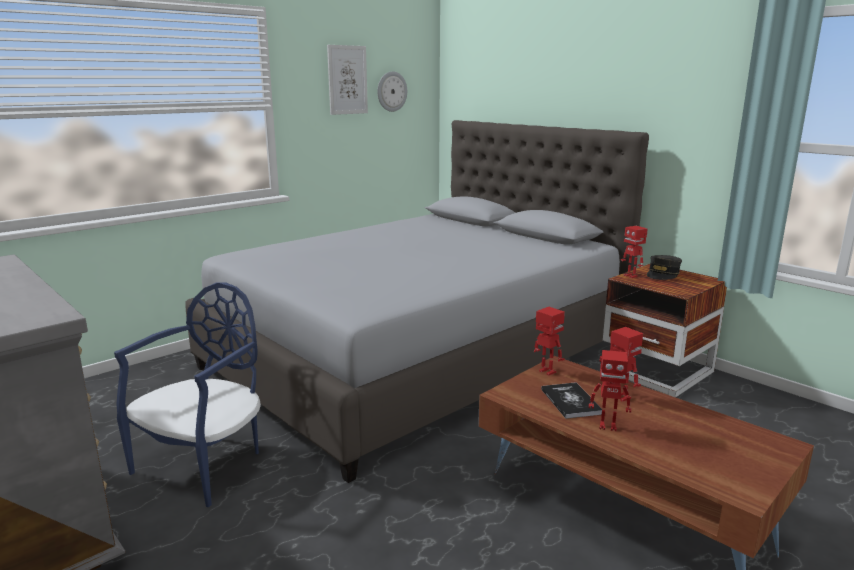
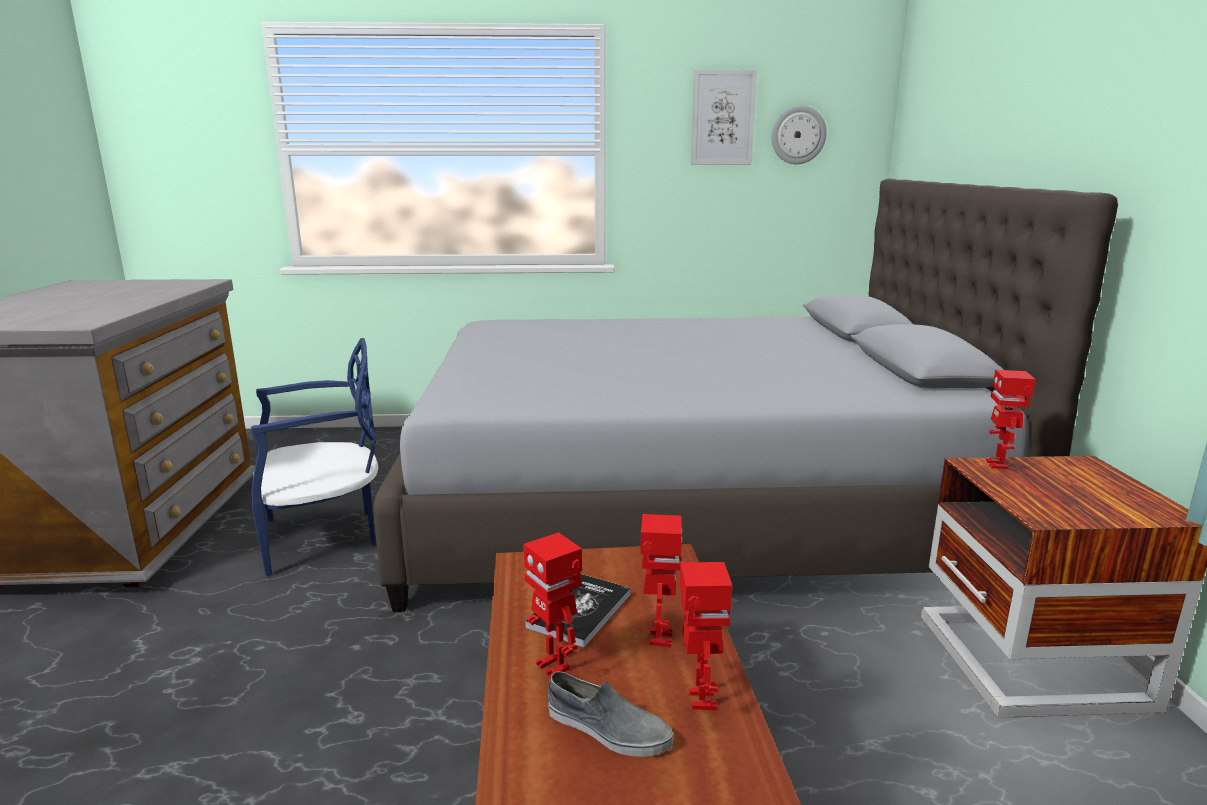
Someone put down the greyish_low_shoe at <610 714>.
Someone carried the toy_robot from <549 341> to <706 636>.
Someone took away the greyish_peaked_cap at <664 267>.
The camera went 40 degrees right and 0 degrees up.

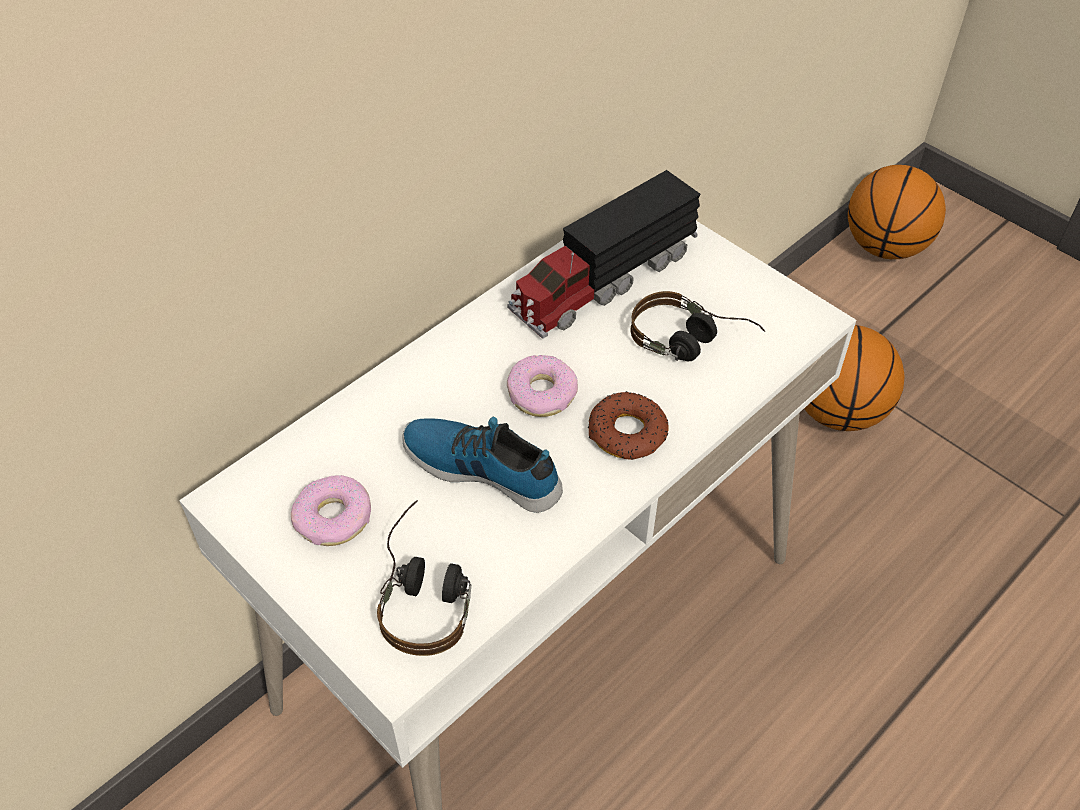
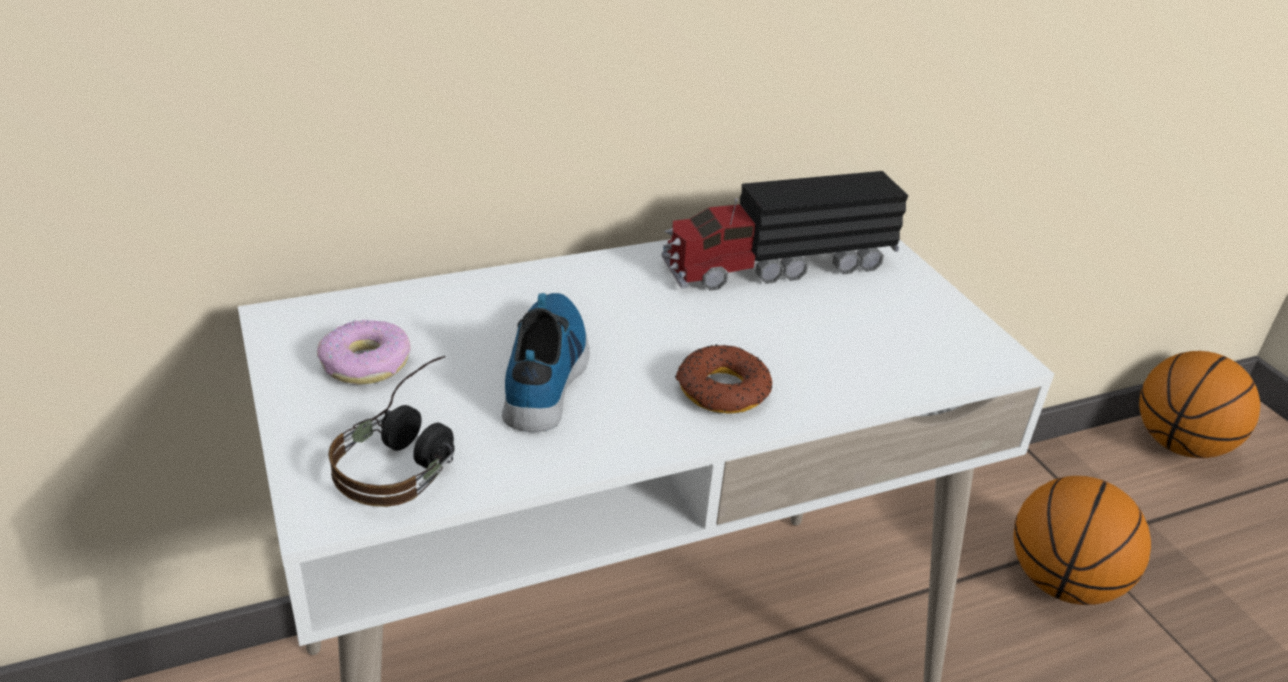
Someone rotated the low_shoe at <482 465> by 45 degrees clockwise.
Someone took away the ring_doughnut at <542 386>.
Someone took away the headphones at <698 326>.
The camera went 20 degrees right and 15 degrees down.

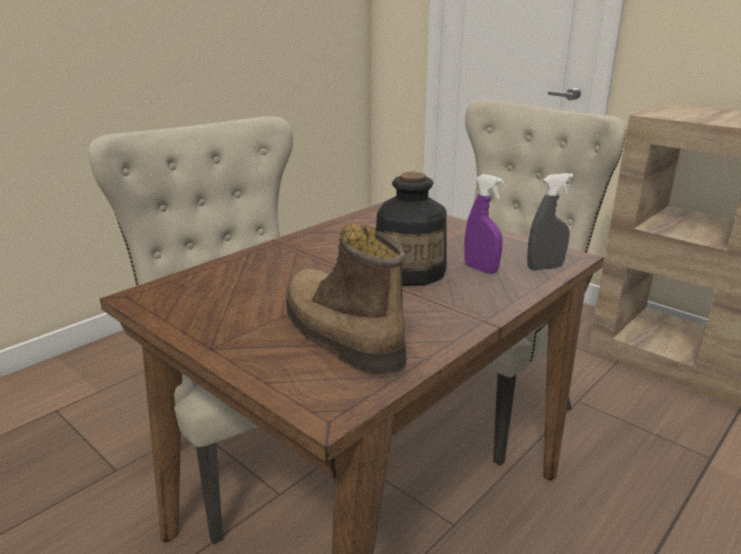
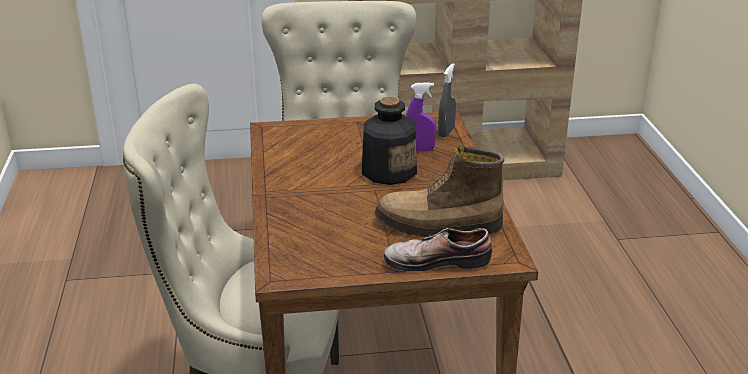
Someone put down the low_shoe at <438 249>.
The camera went 50 degrees left and 5 degrees up.

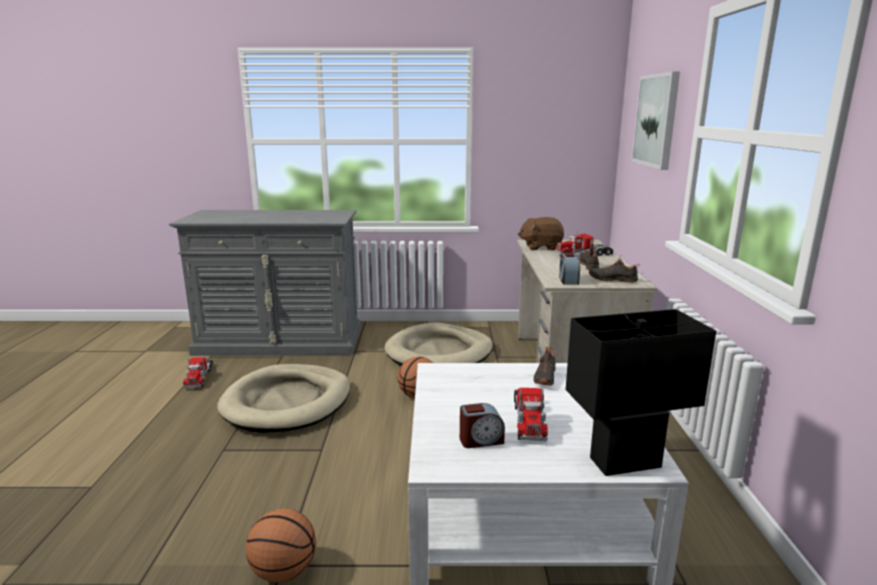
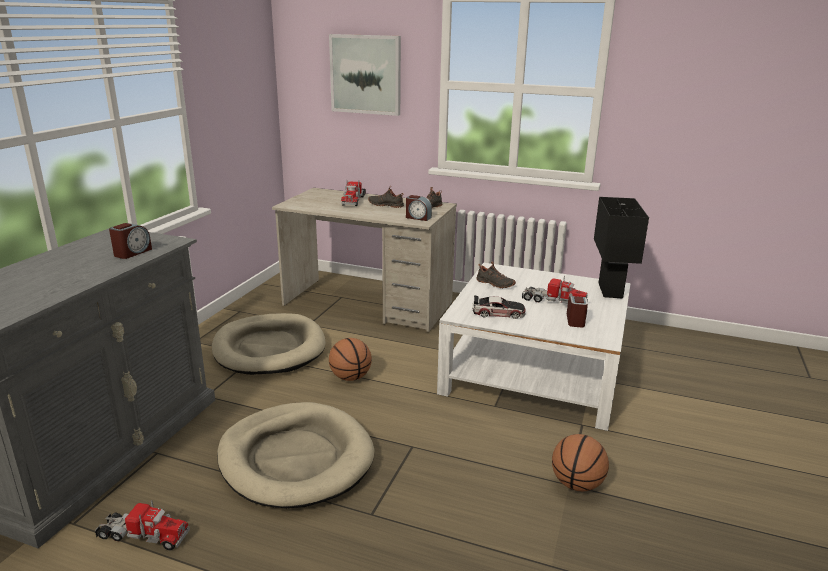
Someone put down the table_clock at <130 241>.
Someone put down the model_car at <499 307>.
Someone took away the brownish_soft_toy at <541 233>.
The camera went 70 degrees left and 5 degrees up.

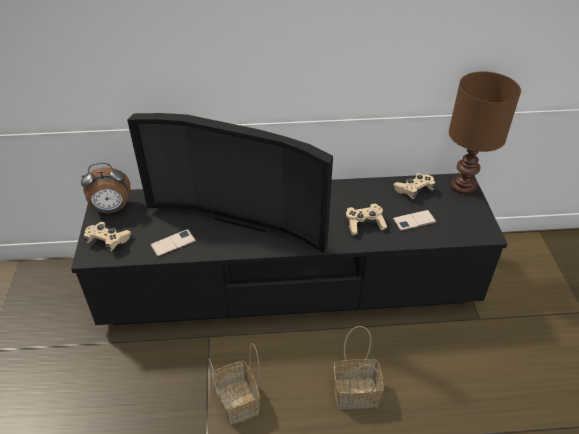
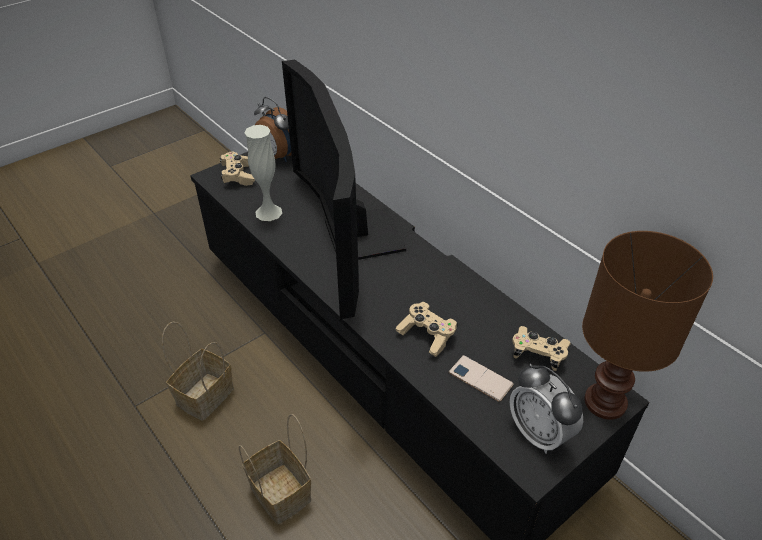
Someone swapped the phone at <173 243> for the white-coloured_flower_vase at <263 173>.
Someone put down the table_clock at <546 409>.
The camera went 55 degrees right and 0 degrees up.

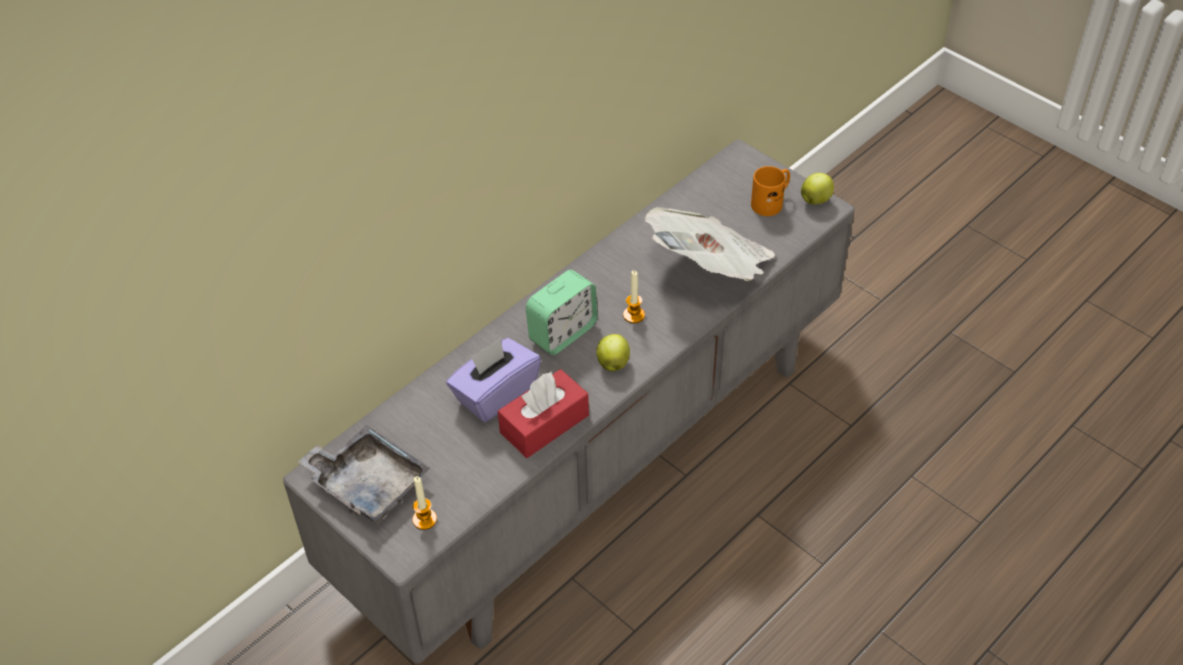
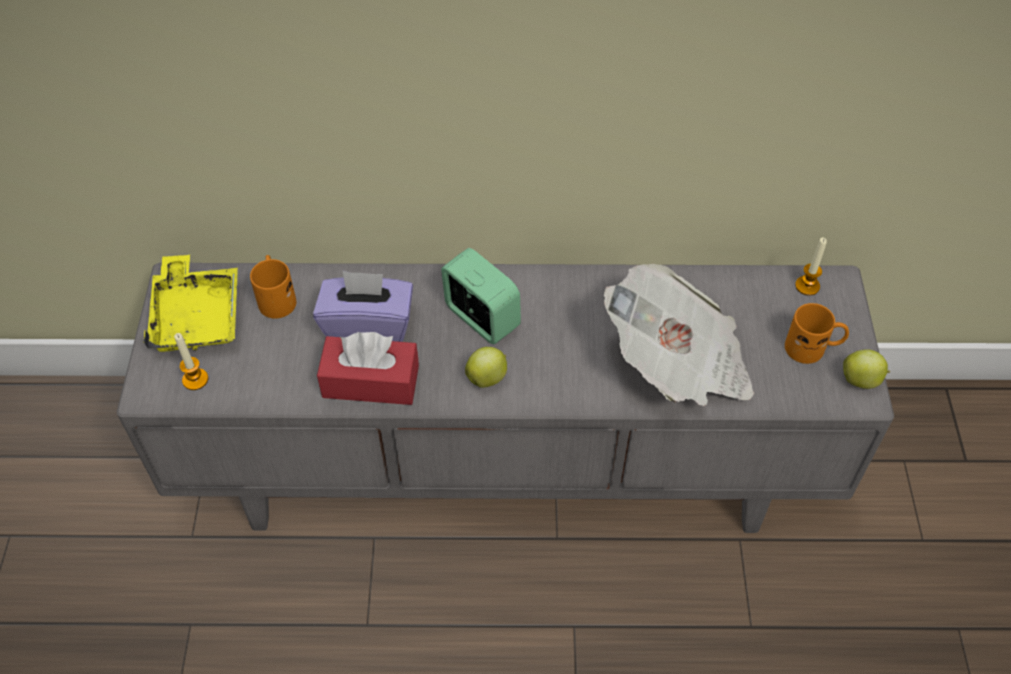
Someone repainted the greyish_tray at <364 474>, which became the yellow_tray at <190 303>.
Someone put down the orange-coloured_coffee_mug at <273 287>.
Someone rotated the table_clock at <562 312> by 135 degrees counterclockwise.
Someone carried the wax_candle from <634 296> to <811 267>.
The camera went 45 degrees right and 5 degrees up.

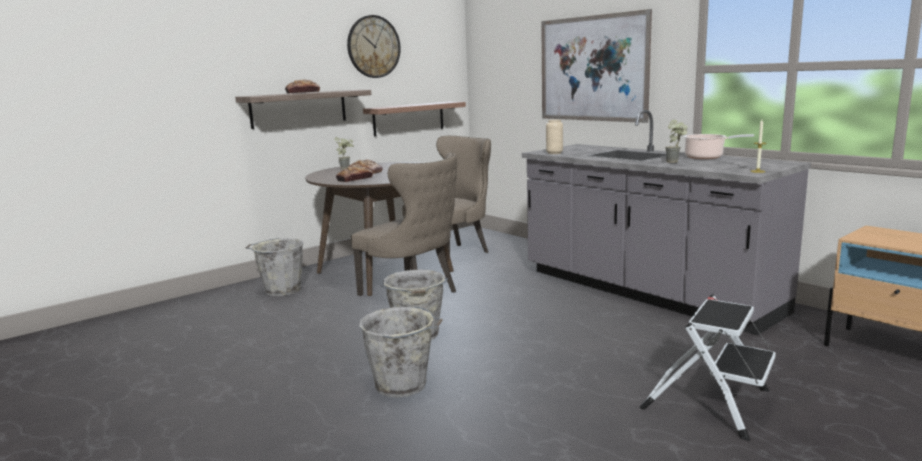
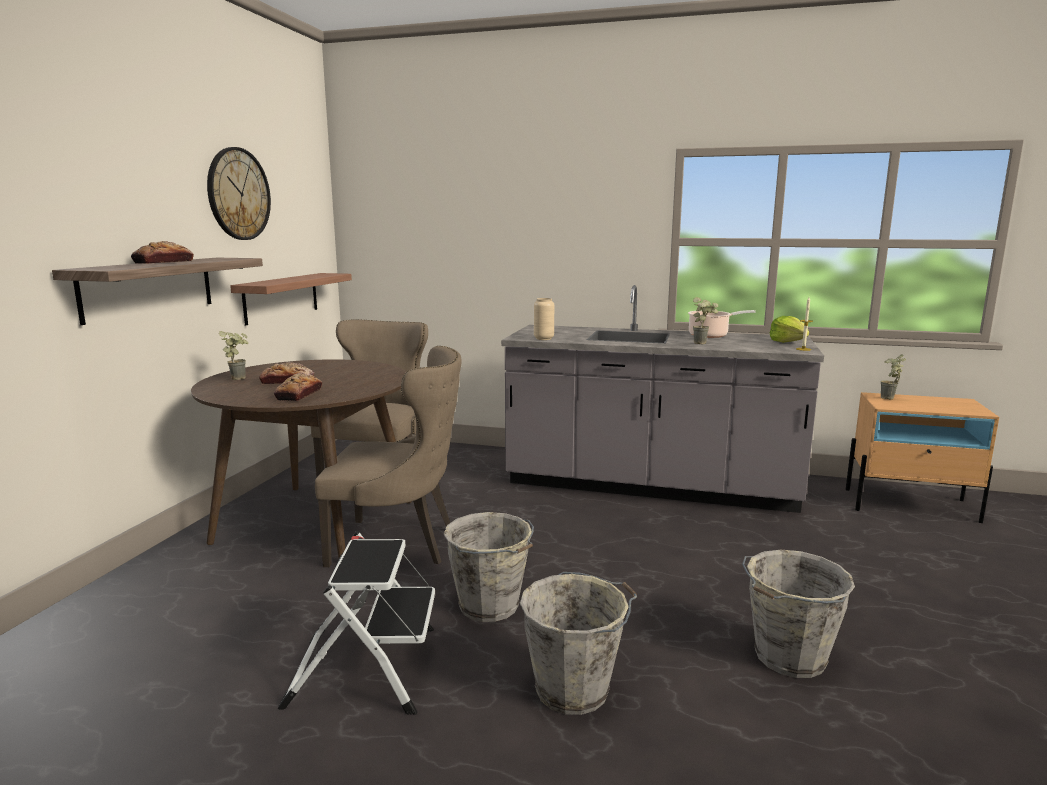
Someone carried the step_ladder from <707 367> to <356 623>.
Someone carried the greyish_water_bucket from <275 267> to <798 614>.
Someone put down the lettuce_head at <789 329>.
Someone put down the potted_plant at <893 377>.
Someone took away the wall_picture at <596 66>.
The camera went 35 degrees left and 0 degrees up.

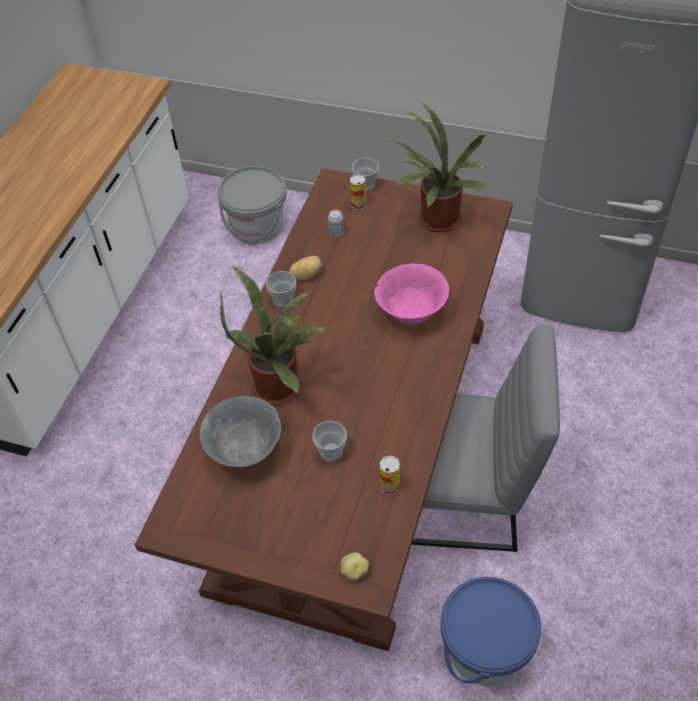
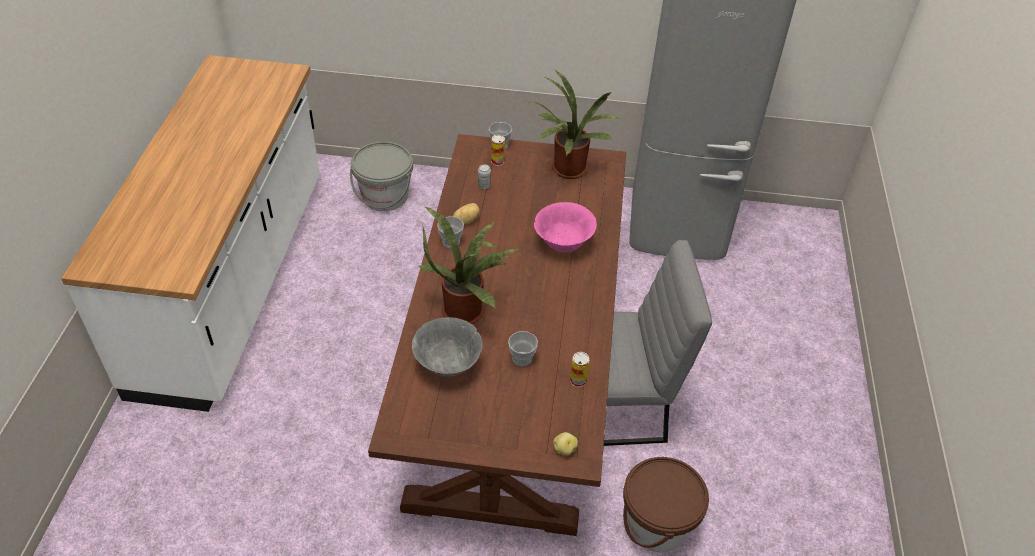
Someone repainted the blue_water_bucket at <490 631>, which became the brownish_water_bucket at <666 505>.
The camera went 15 degrees left and 5 degrees down.

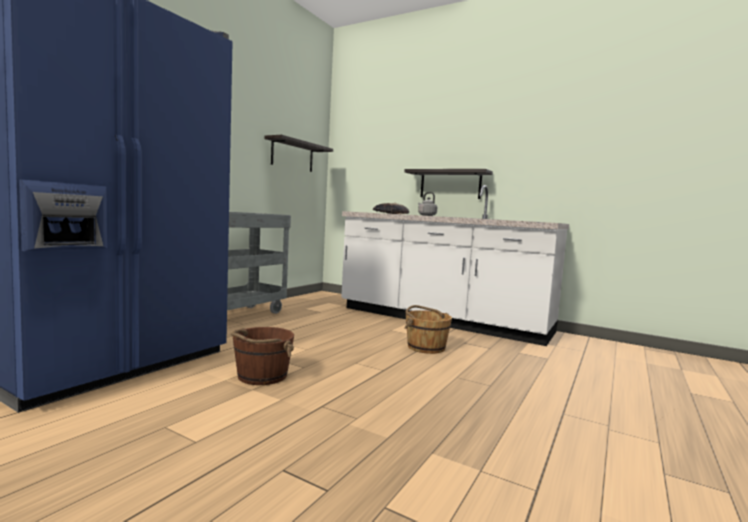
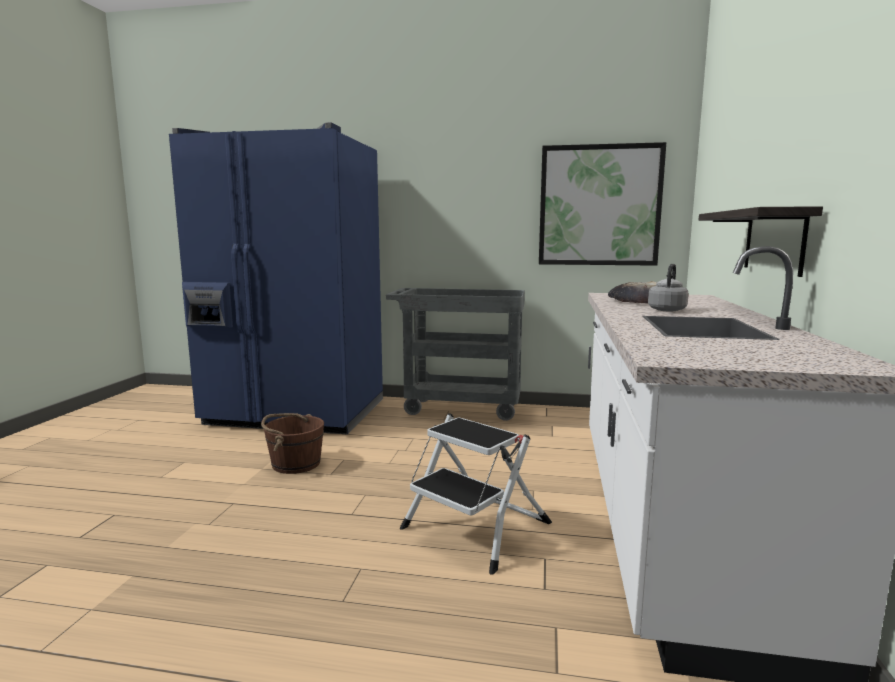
Someone swapped the brownish_water_bucket at <428 329> for the step_ladder at <476 494>.
Someone swapped the shelf at <298 153> for the wall_picture at <602 204>.
The camera went 70 degrees right and 5 degrees up.

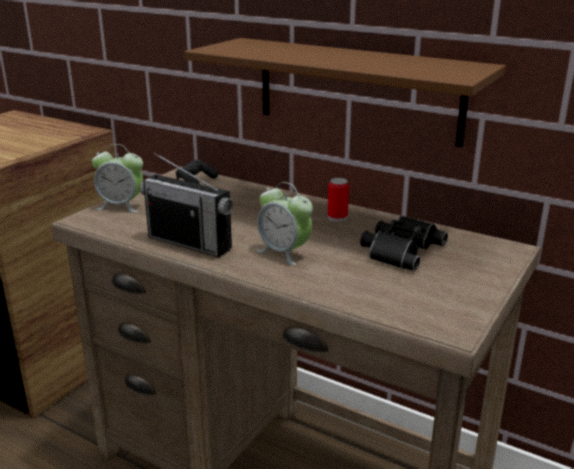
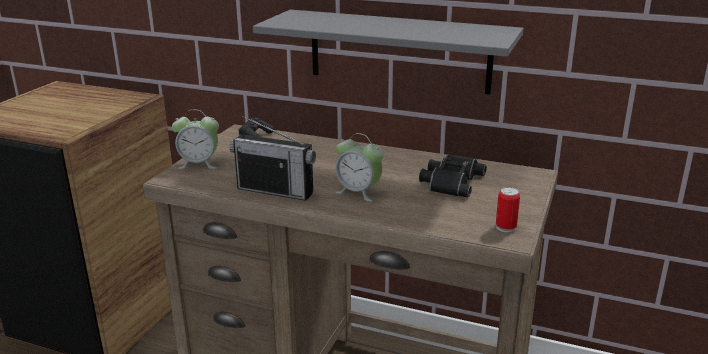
Someone repainted the brownish_shelf at <345 92>, which became the greyish_shelf at <388 52>.
Someone carried the sealed_can from <338 200> to <508 209>.
The camera went 10 degrees left and 0 degrees up.

